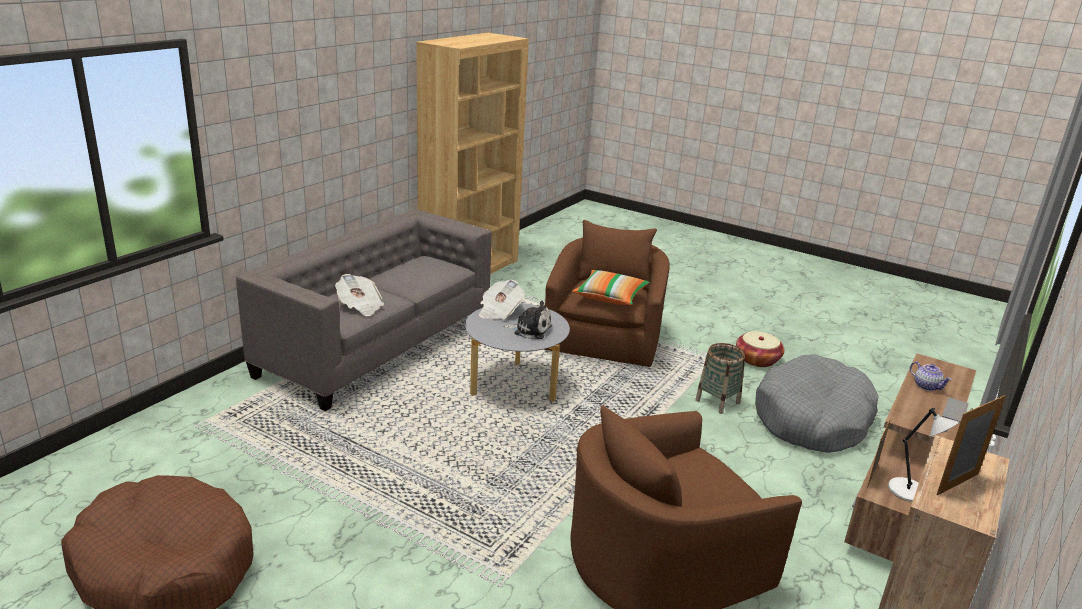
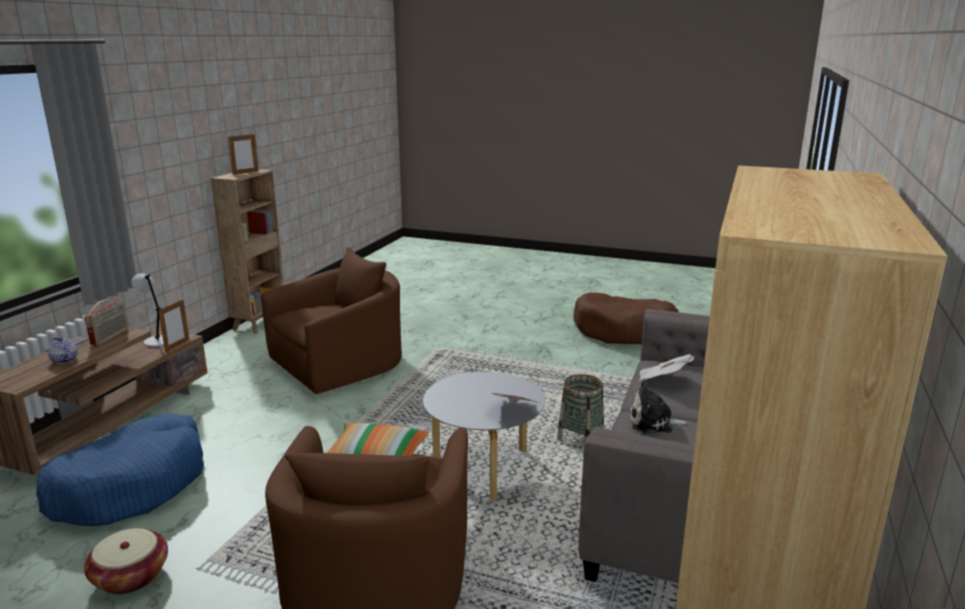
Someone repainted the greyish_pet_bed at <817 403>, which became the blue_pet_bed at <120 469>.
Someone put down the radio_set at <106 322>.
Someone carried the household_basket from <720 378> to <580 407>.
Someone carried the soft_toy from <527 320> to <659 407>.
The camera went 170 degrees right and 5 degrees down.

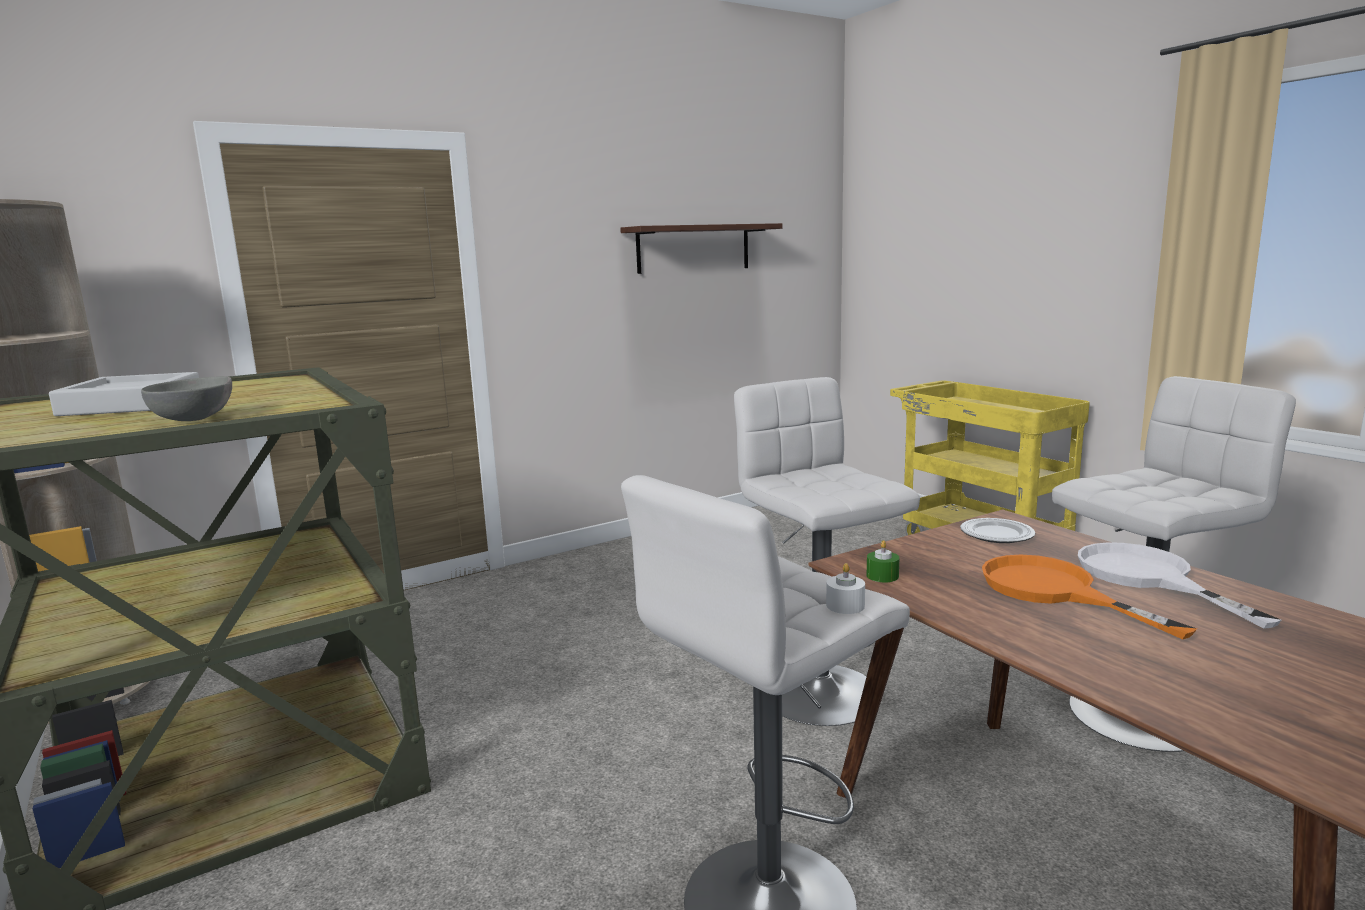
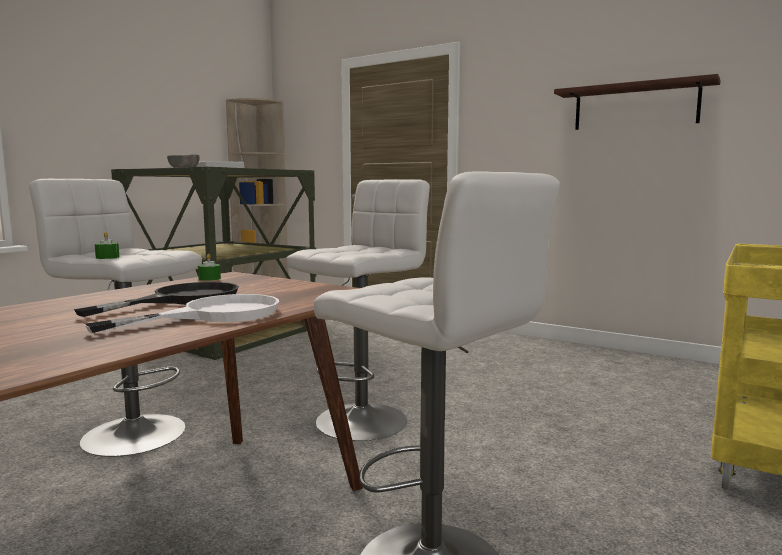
Someone repainted the orange-coloured_skillet at <1089 597>, which became the black-coloured_skillet at <156 299>.
Someone repainted the white-coloured_wax_candle at <845 588>, which became the greenish_wax_candle at <107 245>.
Someone took away the dinner_plate at <998 530>.
The camera went 65 degrees right and 5 degrees down.

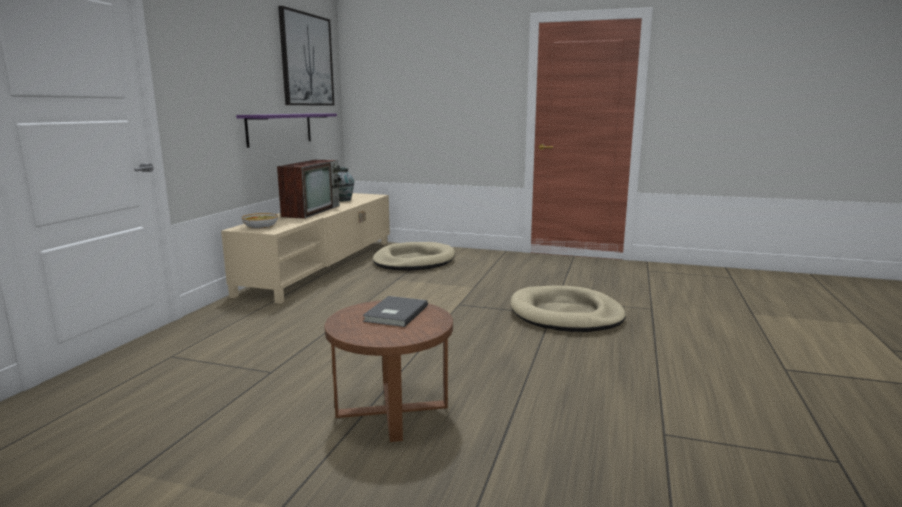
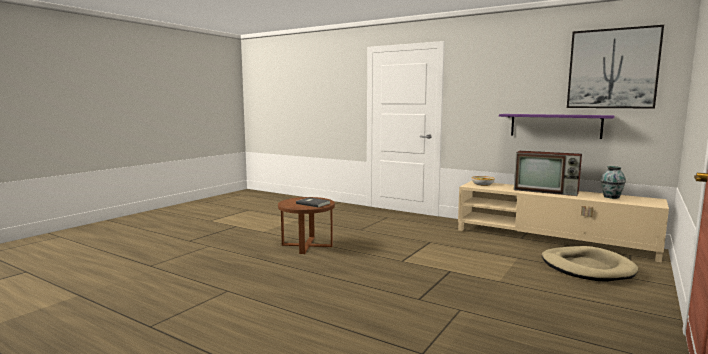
Someone took away the beige-coloured_pet_bed at <568 309>.
The camera went 105 degrees right and 5 degrees down.

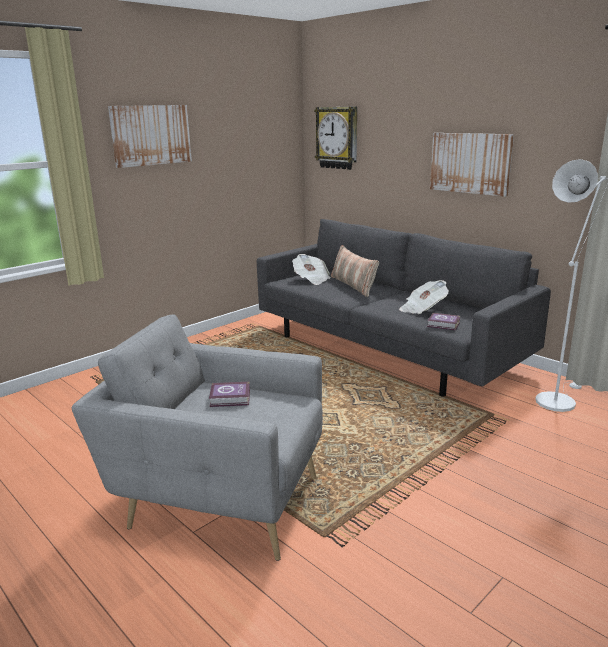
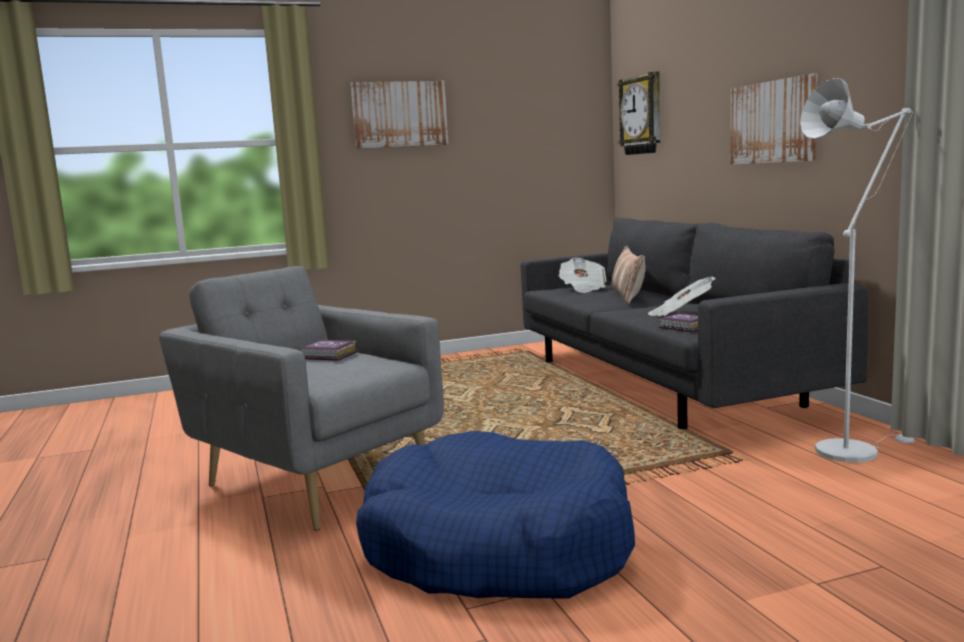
Someone put down the blue_pet_bed at <495 514>.
The camera went 25 degrees right and 10 degrees down.

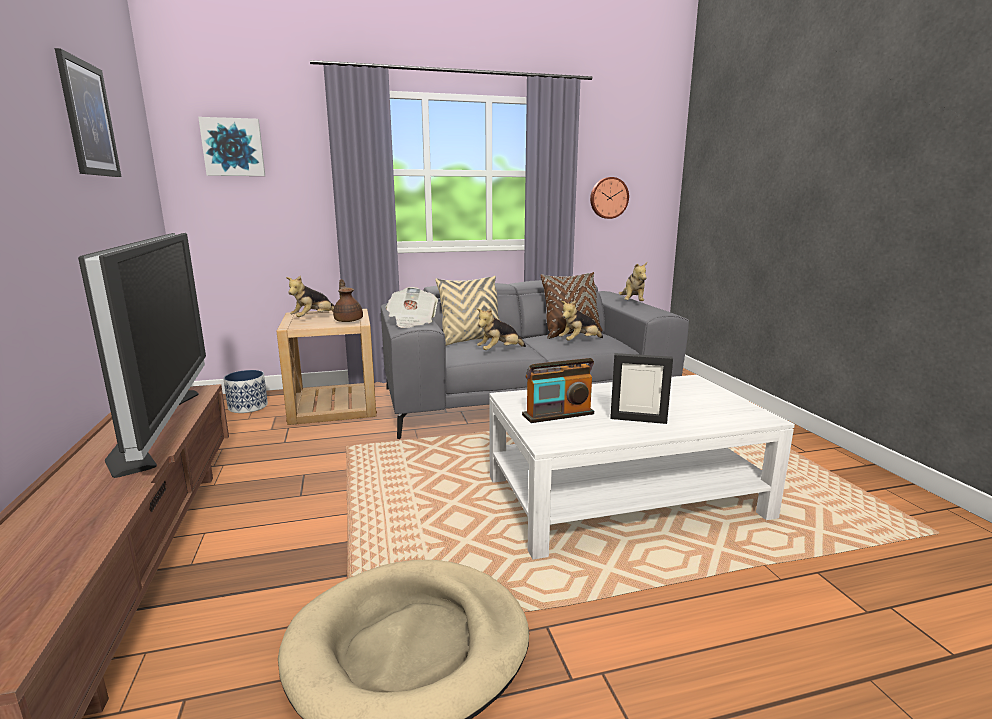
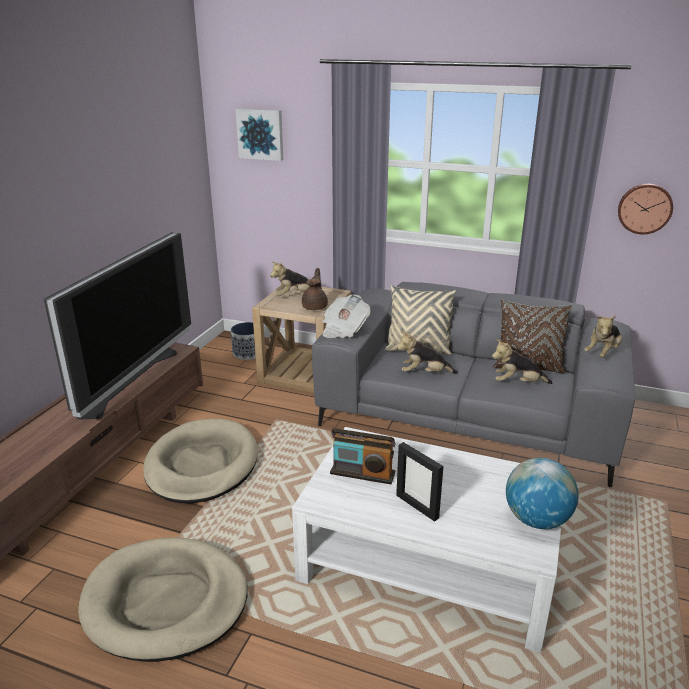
Someone put down the beige-coloured_pet_bed at <200 461>.
Someone put down the globe at <542 493>.
Someone took away the wall_picture at <88 112>.
The camera went 35 degrees right and 10 degrees up.

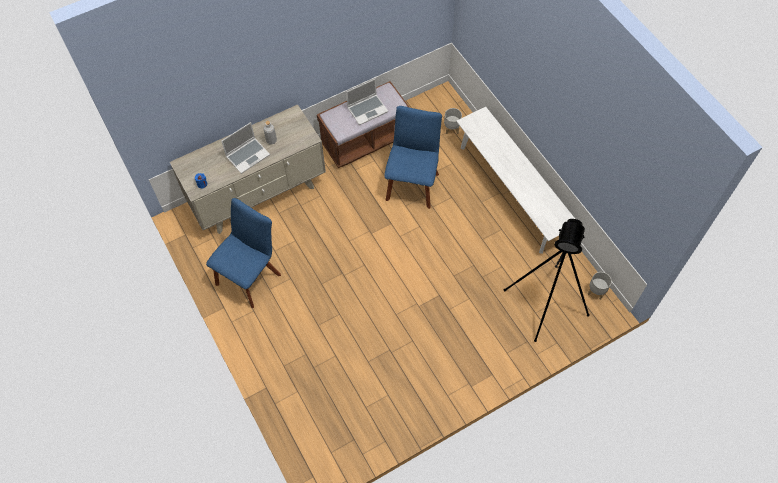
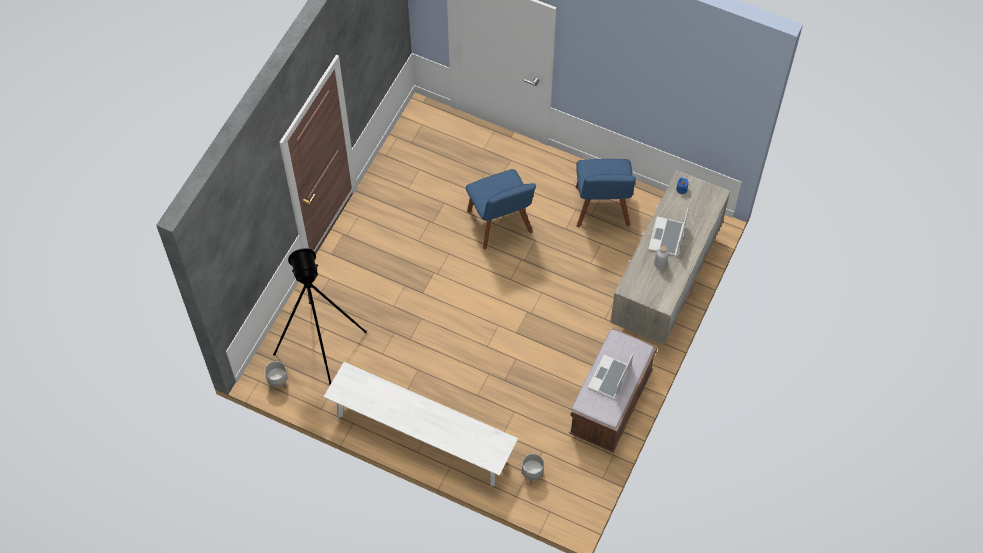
Someone carried the blue_upright_chair from <413 157> to <501 209>.
The camera went 145 degrees right and 0 degrees up.

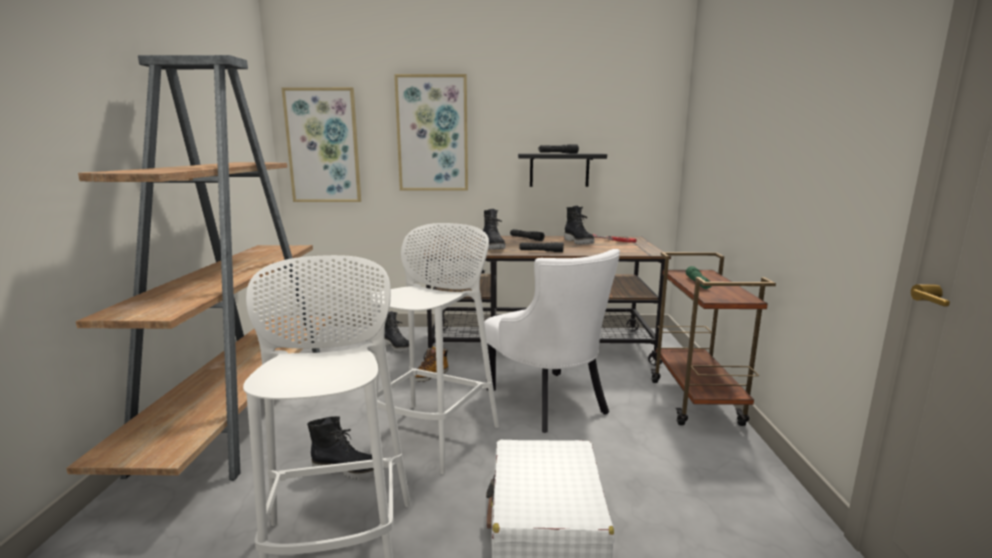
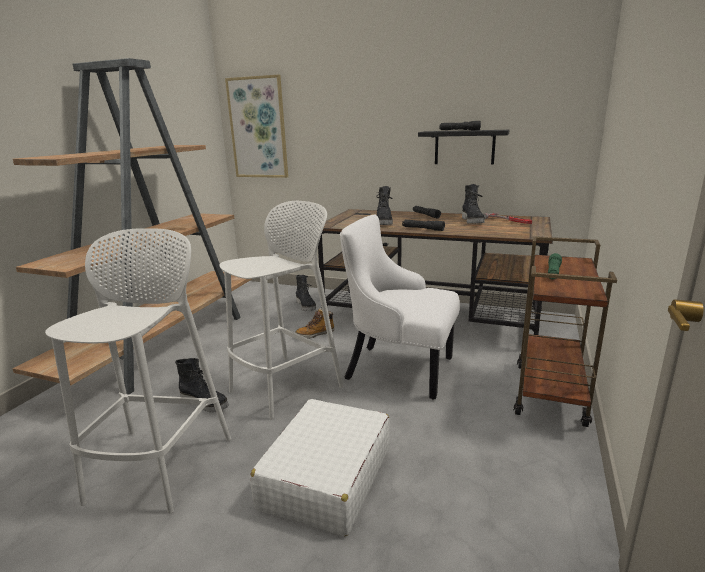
Someone rotated the white-coloured_upright_chair at <552 341> by 120 degrees clockwise.
Someone took away the wall_picture at <431 132>.
The camera went 20 degrees right and 5 degrees up.

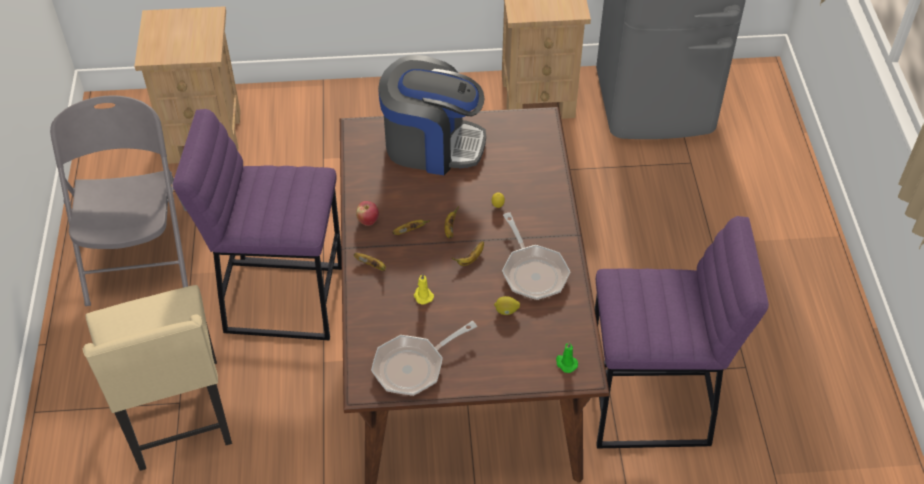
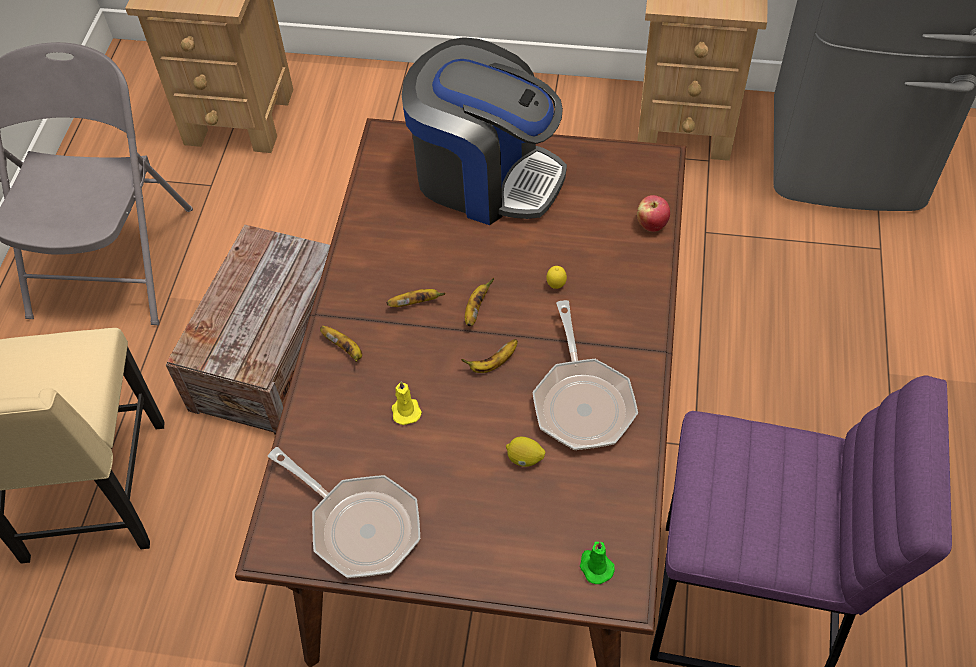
Someone swapped the purplish_stool_seat at <257 224> for the packing_crate at <248 329>.
Someone rotated the skillet at <424 358> by 120 degrees counterclockwise.
Someone carried the whole_apple from <367 213> to <653 213>.
The camera went 15 degrees right and 5 degrees up.

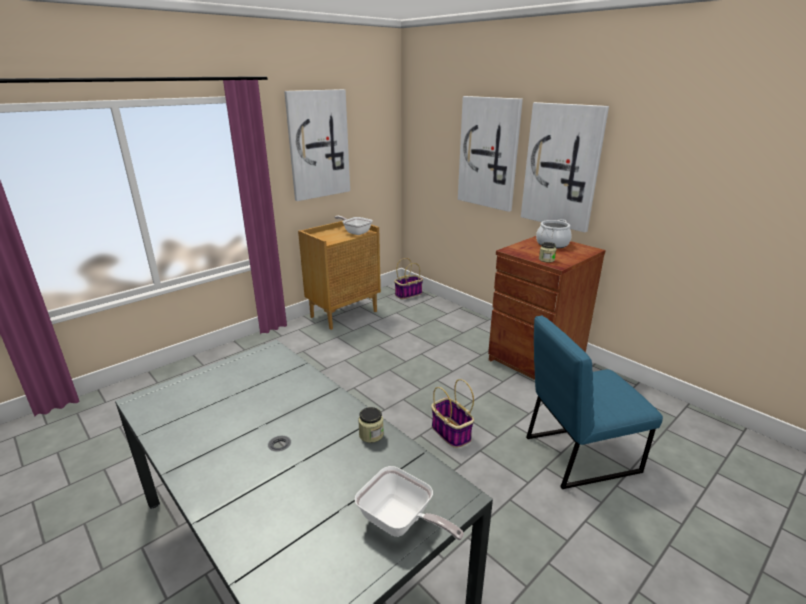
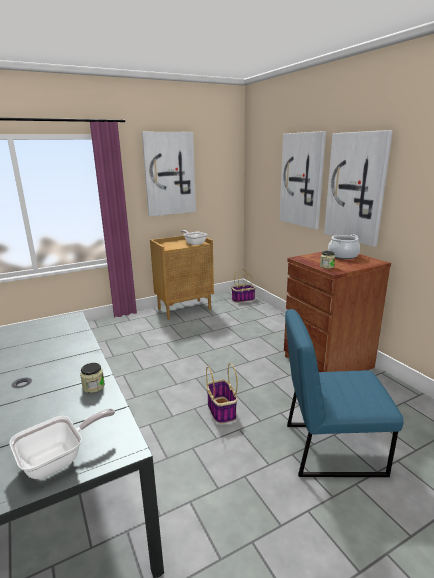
Someone rotated the skillet at <409 503> by 90 degrees counterclockwise.
The camera went 15 degrees right and 5 degrees down.

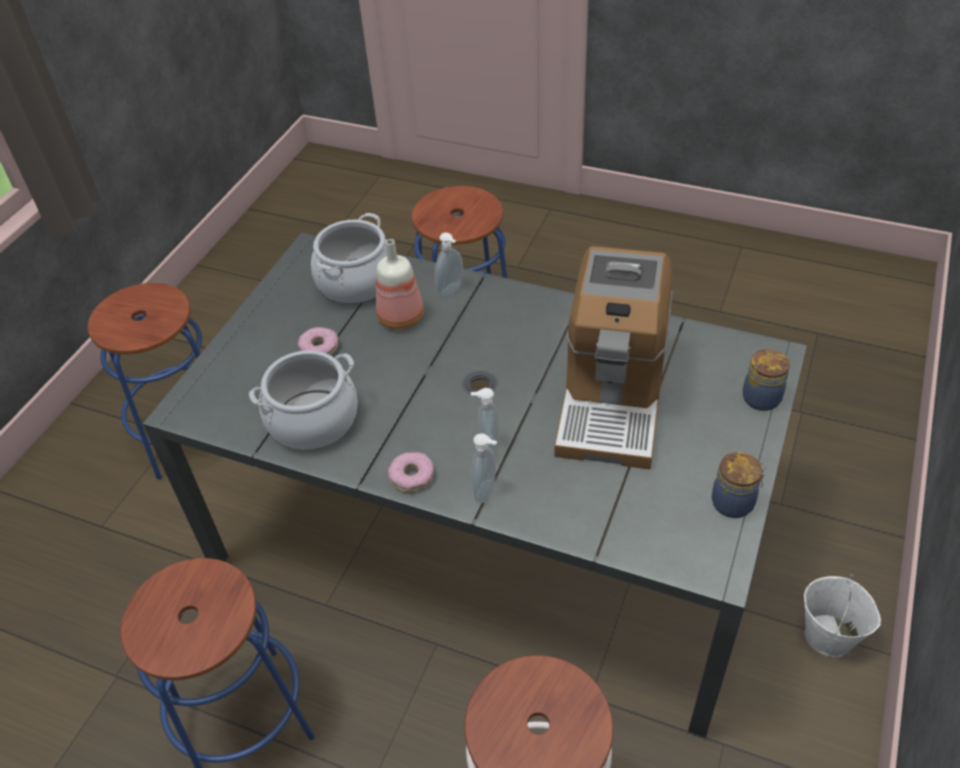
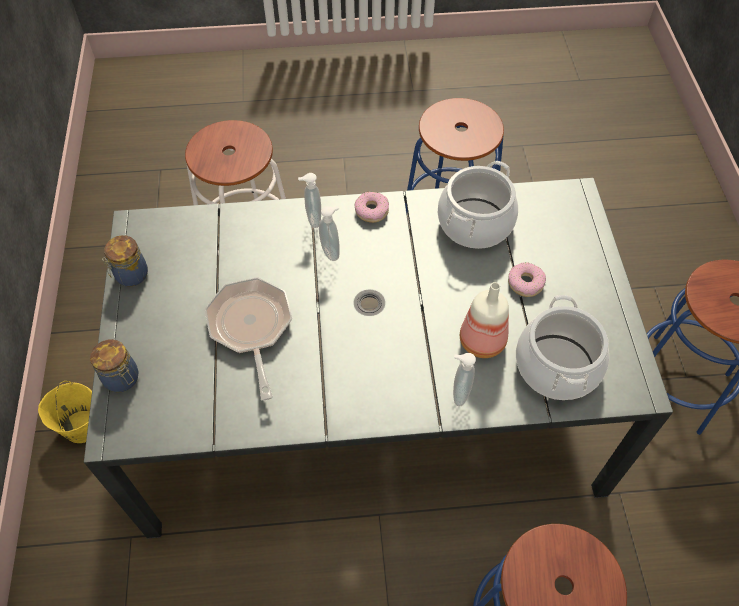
Someone repainted the white-coloured_water_bucket at <842 615>, which became the yellow_water_bucket at <65 412>.
Someone swapped the coffee_maker at <613 357> for the skillet at <248 339>.
The camera went 150 degrees right and 10 degrees up.

